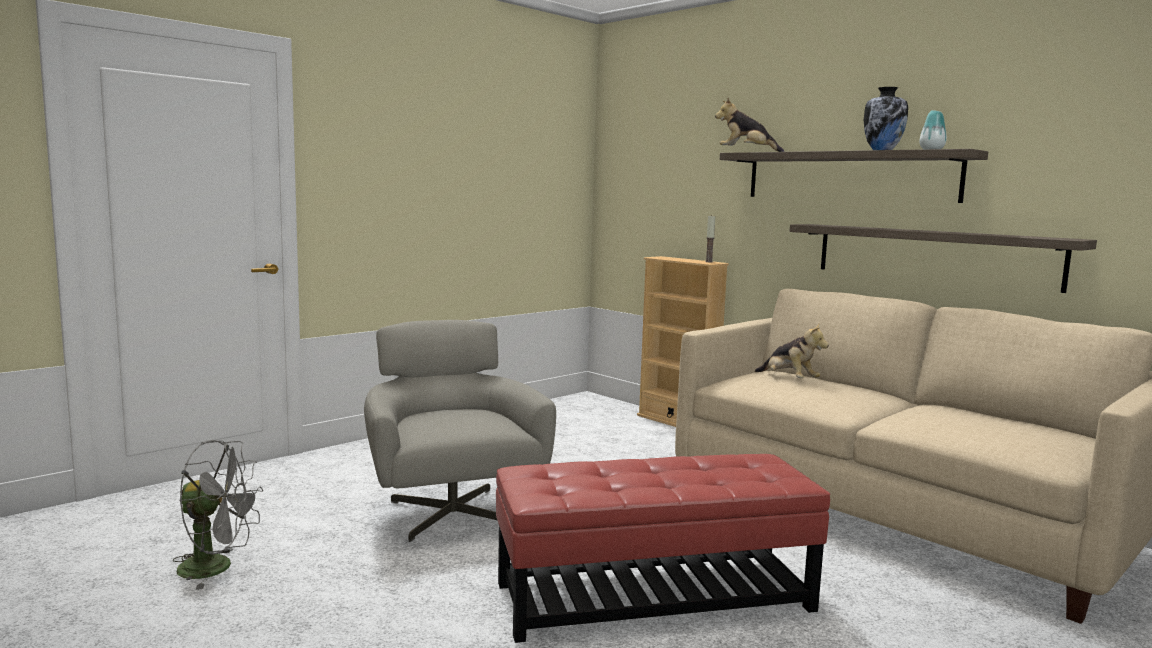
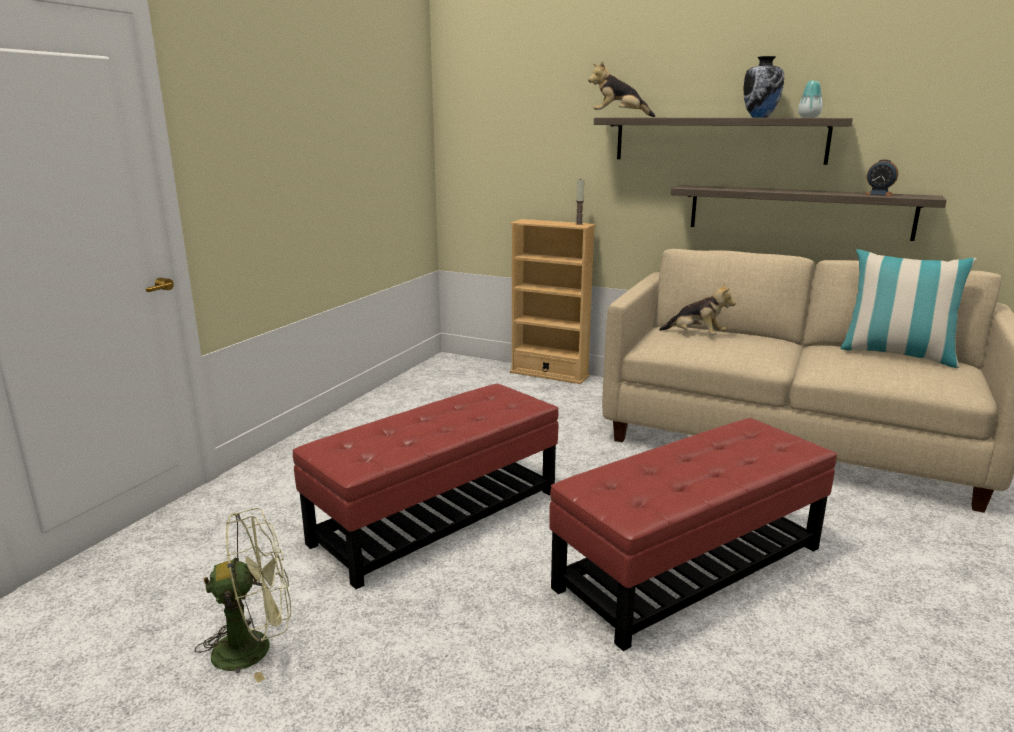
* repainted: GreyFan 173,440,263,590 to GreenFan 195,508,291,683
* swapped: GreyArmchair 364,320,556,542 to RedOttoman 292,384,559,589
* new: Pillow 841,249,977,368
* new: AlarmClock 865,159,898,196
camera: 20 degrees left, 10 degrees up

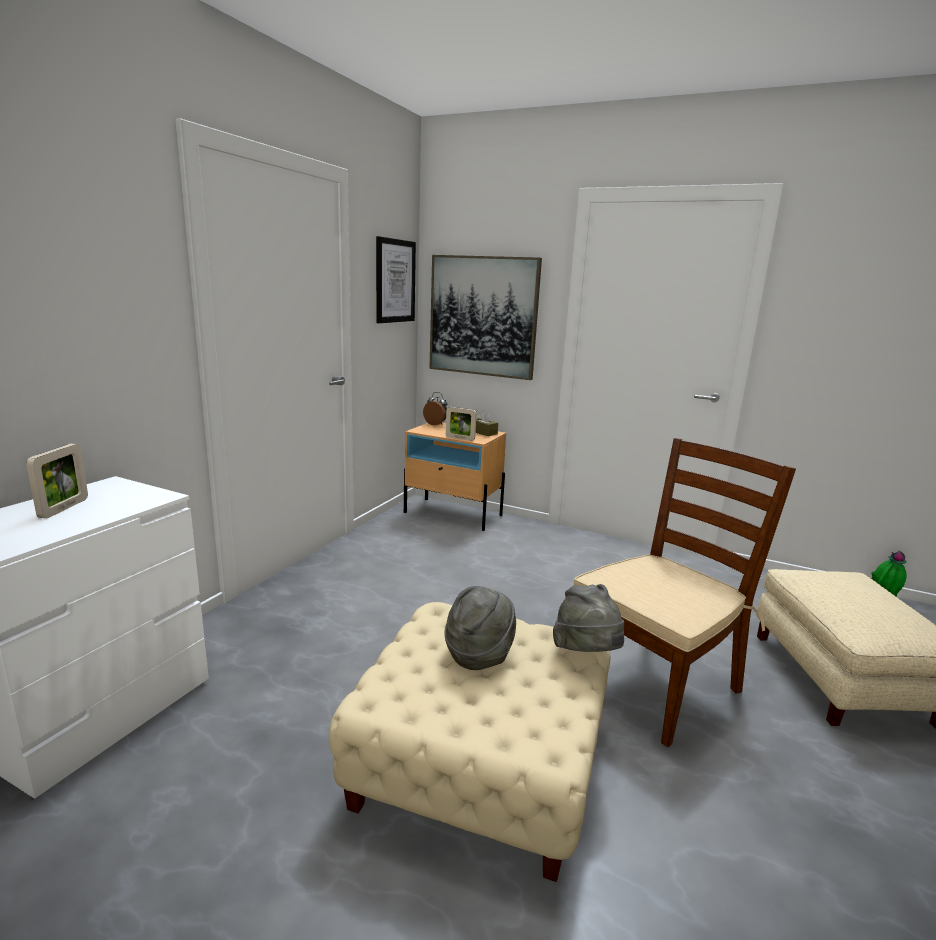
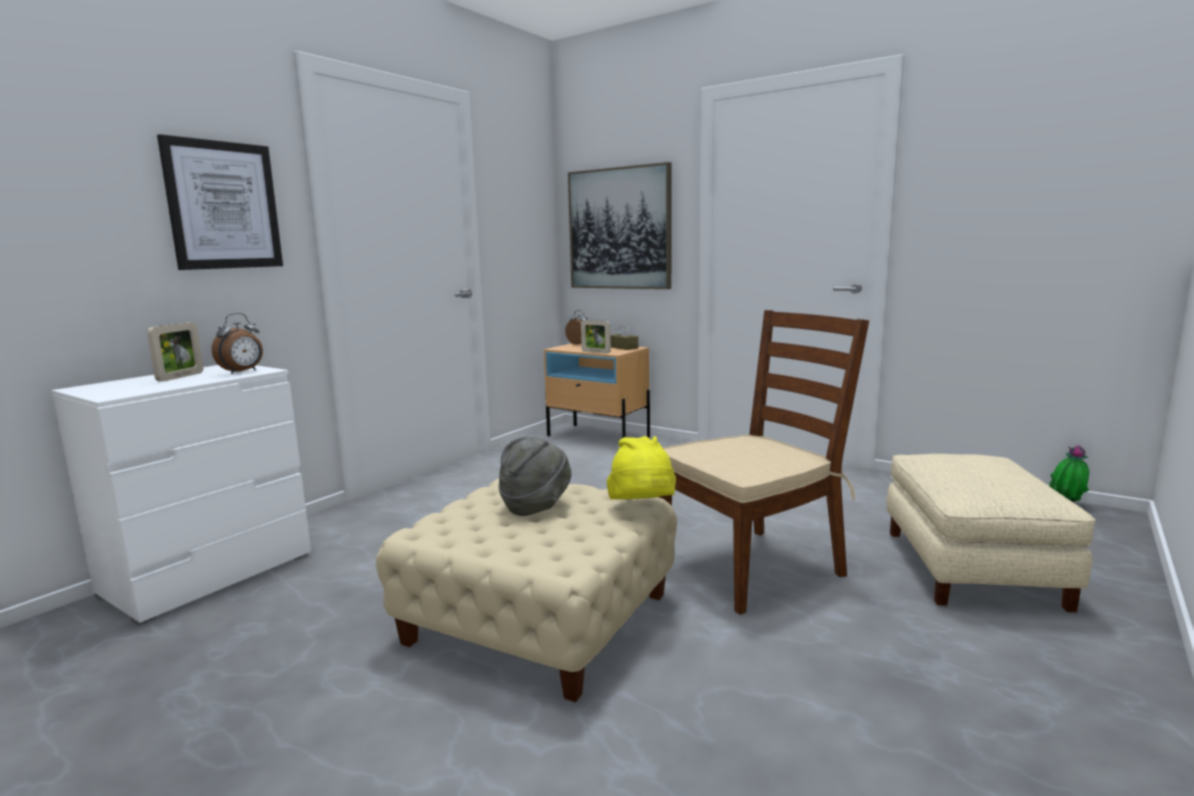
* shifted: Picture 376,236,416,323 to 157,134,283,270
* new: AlarmClock 212,313,263,374
* repainted: GreyHat 553,584,624,652 to YellowHat 607,436,676,499
camera: 10 degrees right, 5 degrees down

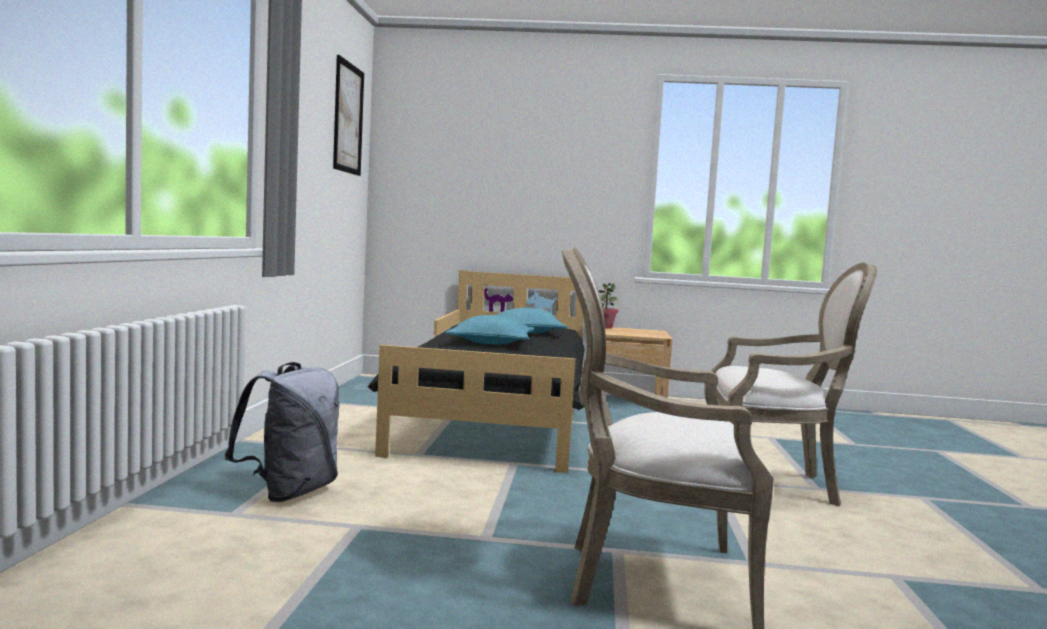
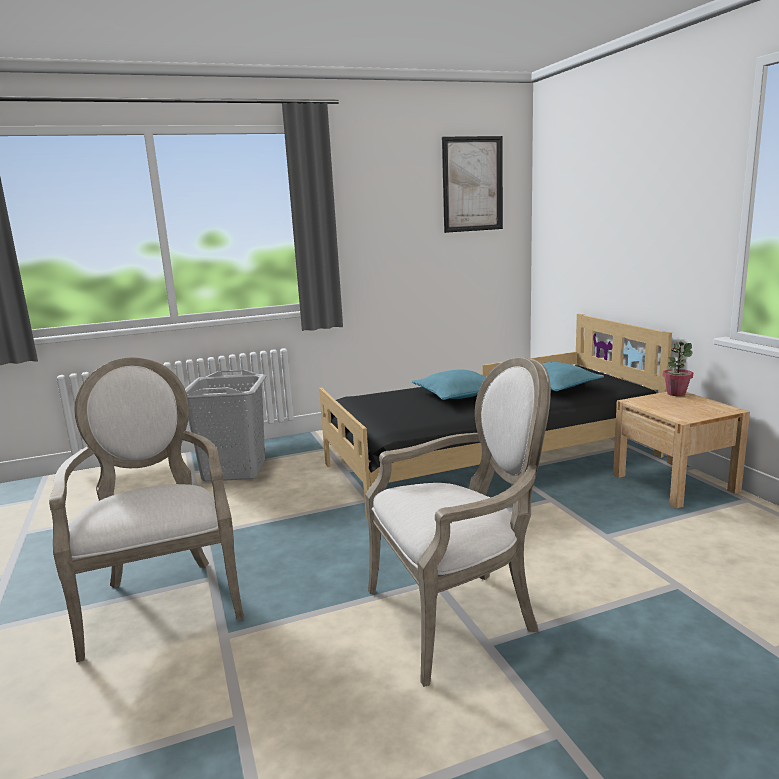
* swapped: GreyBackpack 225,362,340,502 to GreyLaundryBasket 185,370,267,481
* rotated: Armchair 711,262,877,506 = 365,357,551,687 90 degrees counterclockwise
camera: 65 degrees right, 10 degrees up

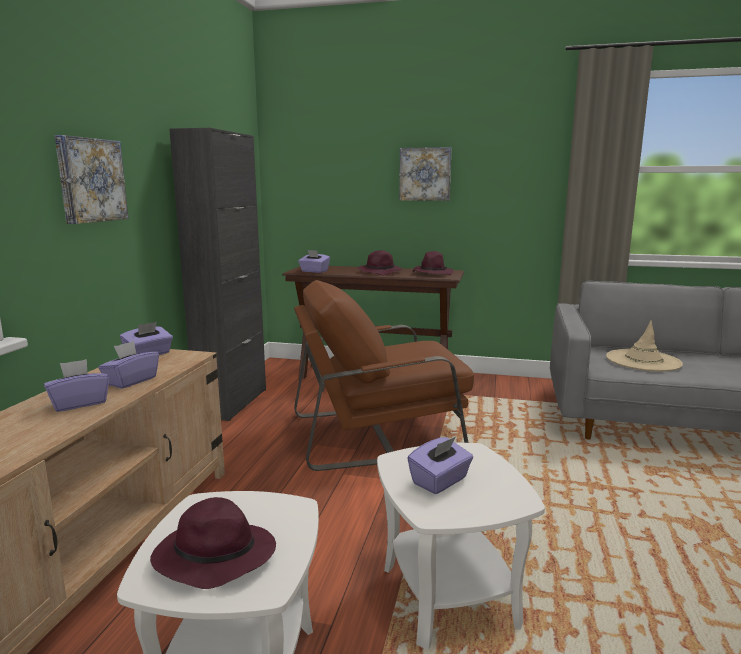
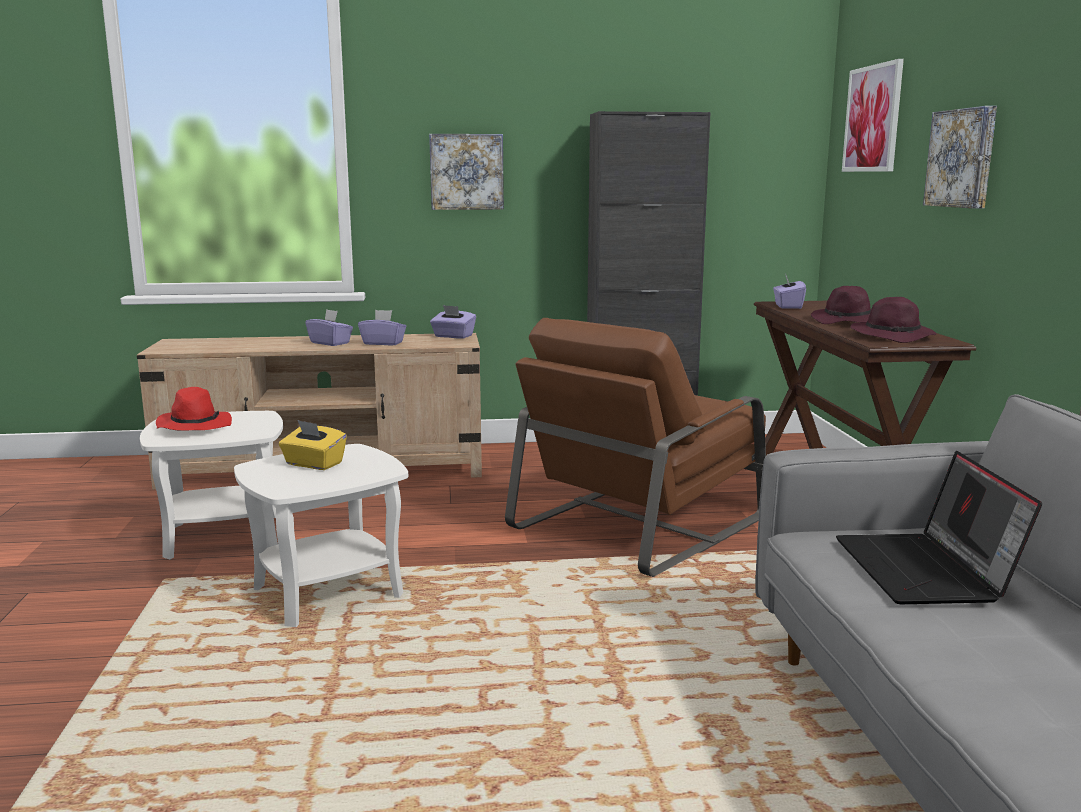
* repainted: PurpleHat 150,497,276,589 to RedHat 156,387,232,431
* repainted: PurpleTissueBox 407,437,473,494 to YellowTissueBox 279,420,347,470
* rotated: BrownArmchair 294,280,474,471 = 505,318,766,577 105 degrees counterclockwise
* swapped: BeigeHat 606,320,683,371 to Laptop 836,451,1042,604
* new: Picture 842,59,904,172
camera: 70 degrees right, 0 degrees up

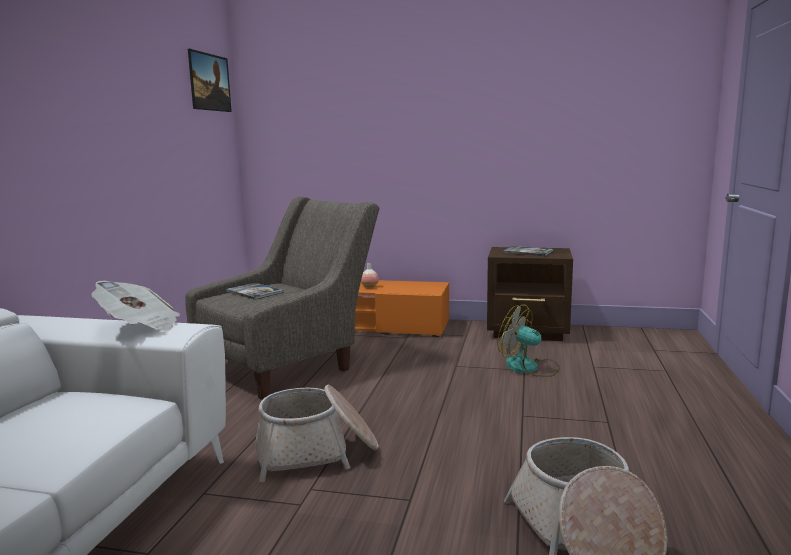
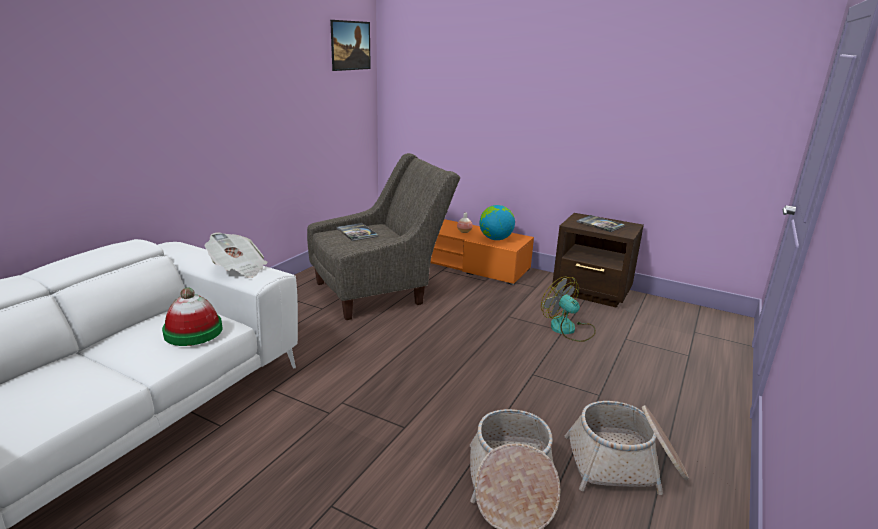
* new: Hat 162,287,223,346
* new: Globe 480,205,515,240
* shifted: Basket 256,385,379,482 to 565,401,689,495
camera: 15 degrees right, 10 degrees up

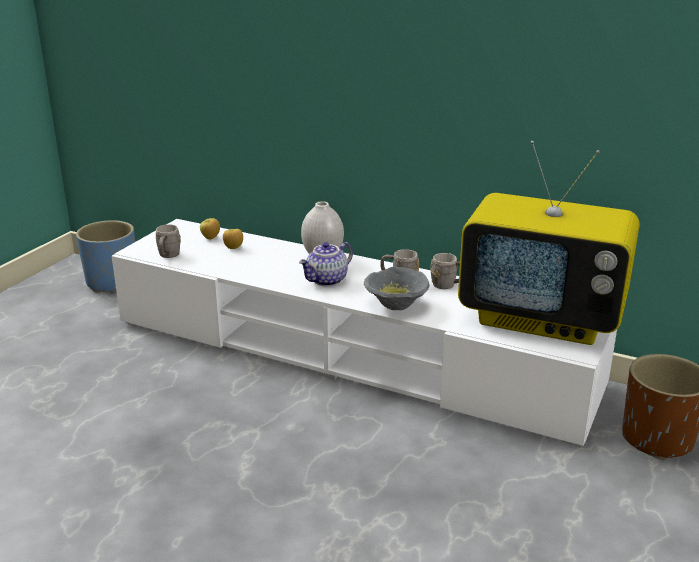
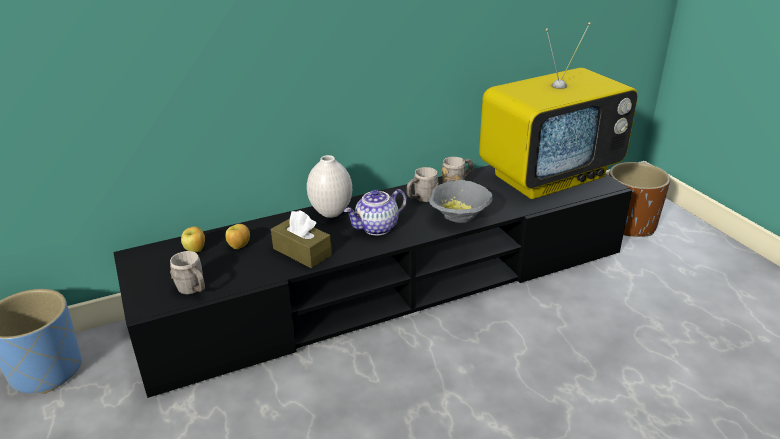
* repainted: WhiteTvStand 112,219,617,447 to BlackTvStand 113,165,632,398
* new: BrownTissueBox 271,210,332,268
* rotated: Teapot 299,242,353,286 = 344,189,407,235 60 degrees clockwise
camera: 50 degrees left, 5 degrees up

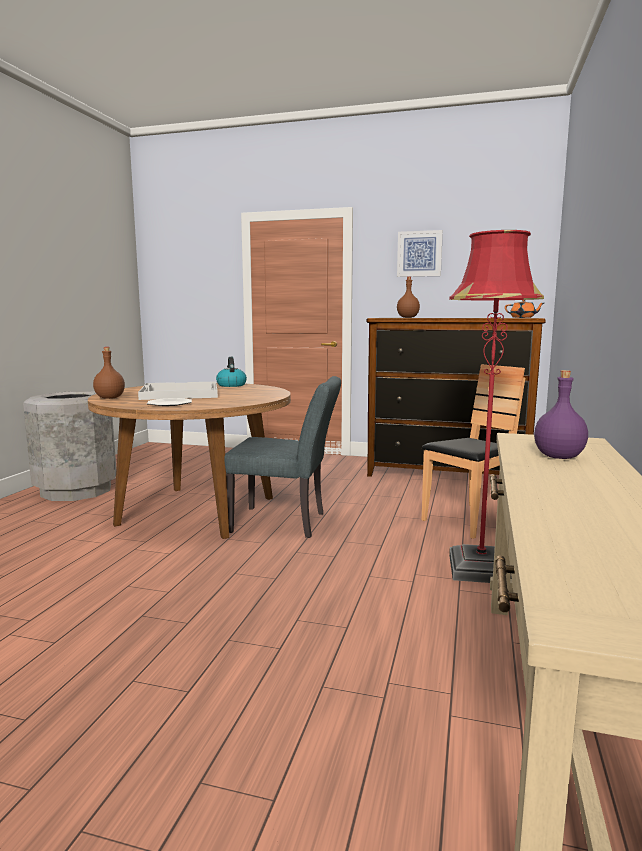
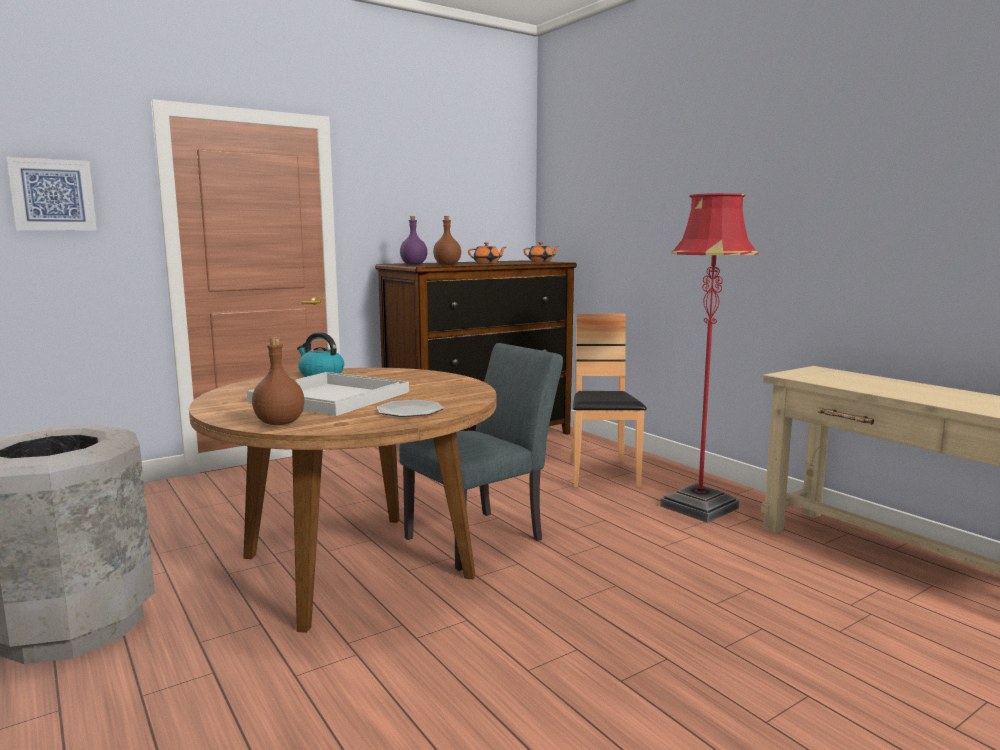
* shifted: Picture 397,230,443,277 to 7,157,97,231
* shifted: PurpleBottle 534,370,588,459 to 400,216,427,265
* new: OrangeTeapot 468,242,506,263
camera: 50 degrees left, 0 degrees up

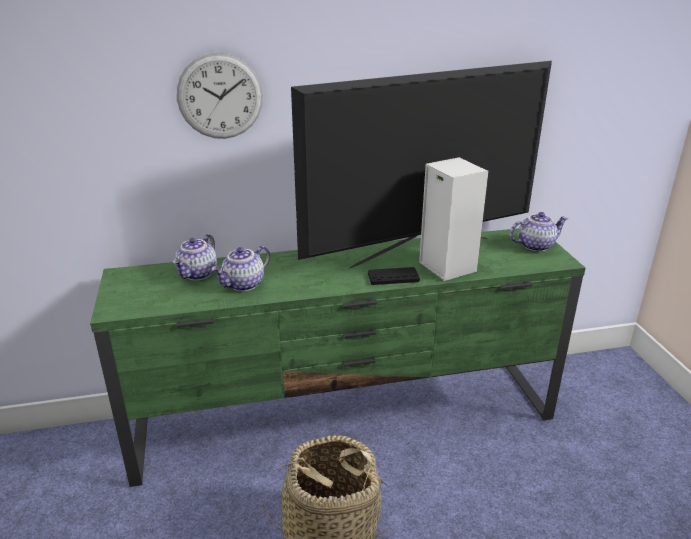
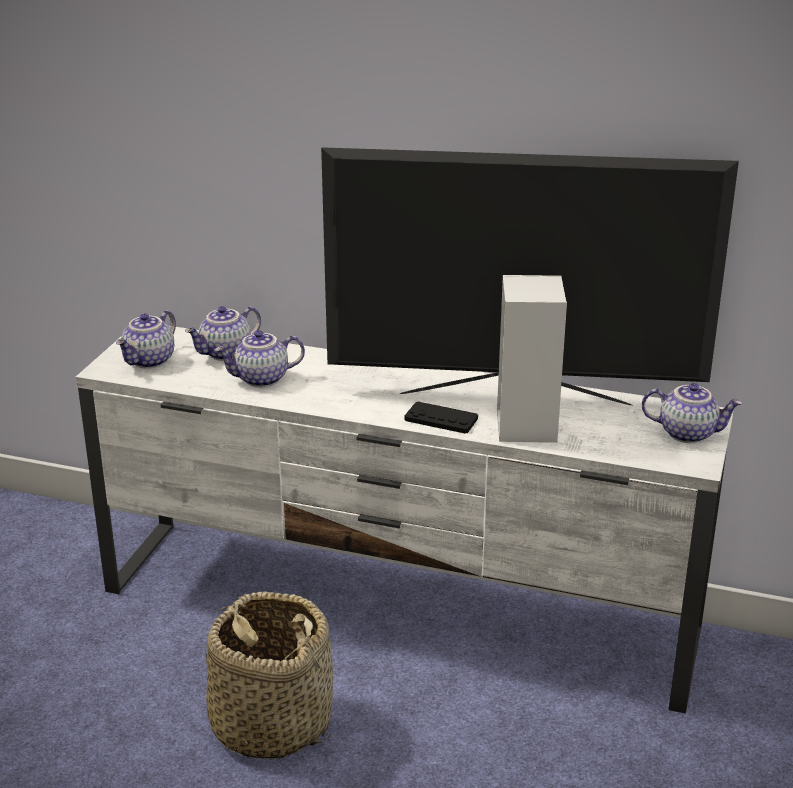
* repainted: GreenTvStand 90,228,585,487 to WhiteTvStand 76,326,734,714
* new: Teapot 116,310,176,369
* gone: WallClock 177,53,263,139
camera: 30 degrees right, 0 degrees up

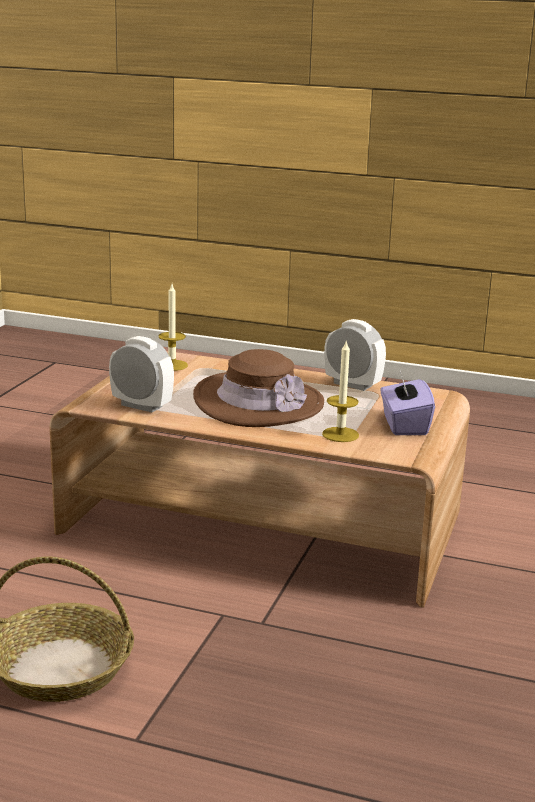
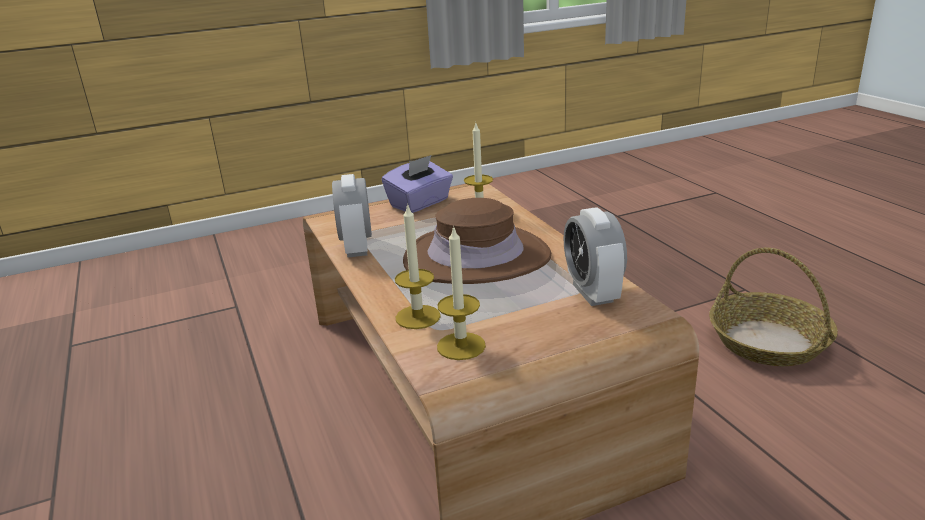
* new: Candle 395,203,441,329
camera: 130 degrees left, 5 degrees up

